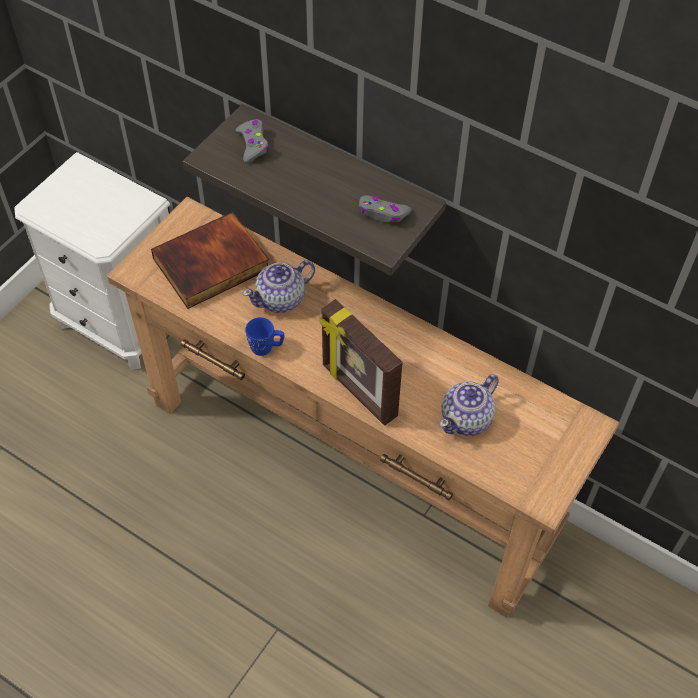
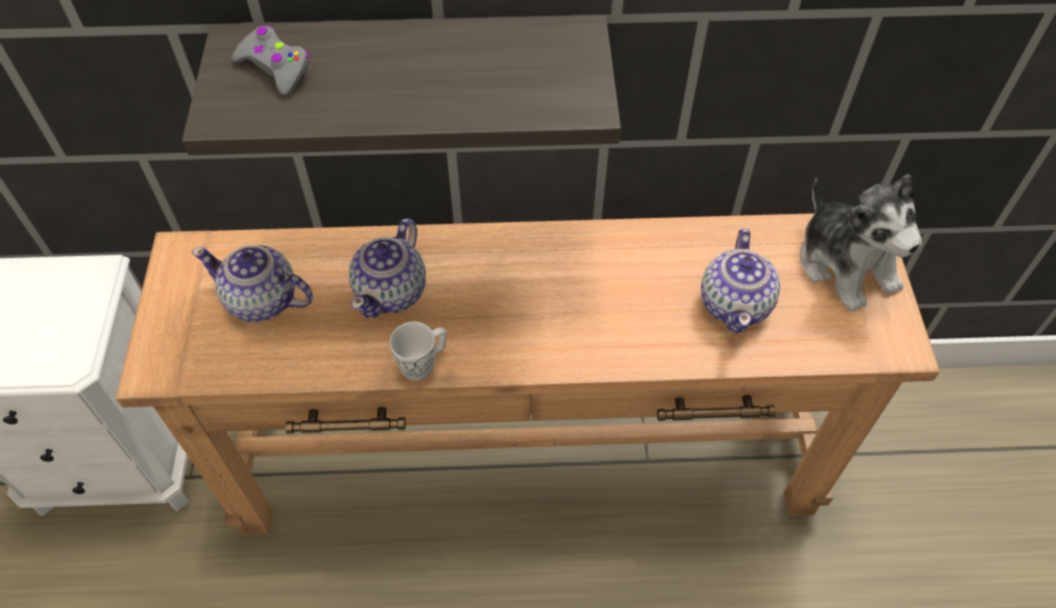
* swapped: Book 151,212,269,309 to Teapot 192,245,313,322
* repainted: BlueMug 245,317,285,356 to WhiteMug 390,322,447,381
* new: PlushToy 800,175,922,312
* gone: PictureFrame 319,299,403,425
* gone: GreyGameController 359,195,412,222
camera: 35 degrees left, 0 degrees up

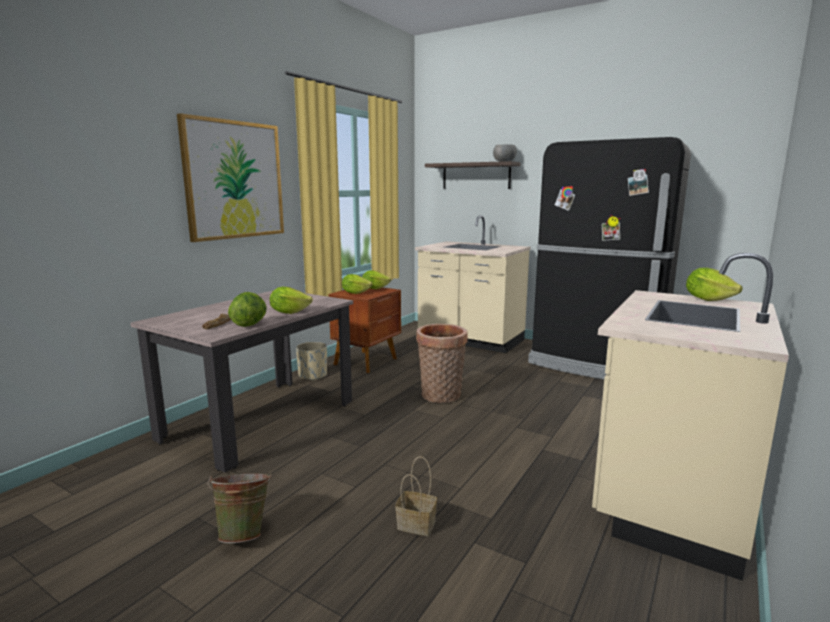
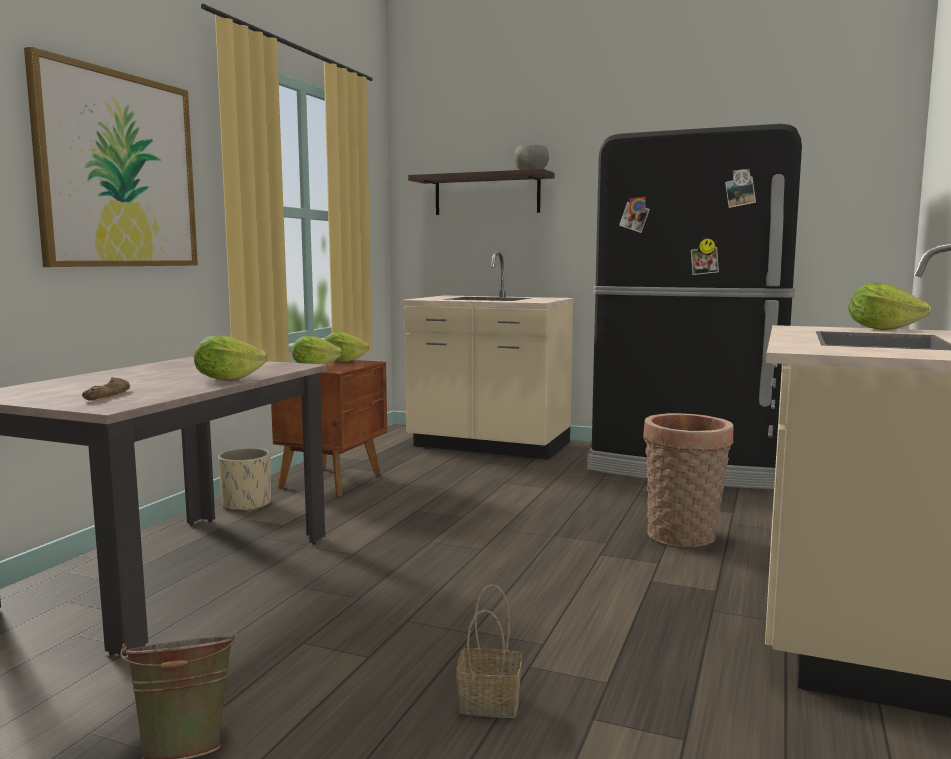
* shifted: Basket 416,324,468,403 to 643,413,733,547
* gone: Lettuce 228,292,267,327
camera: 10 degrees left, 5 degrees down

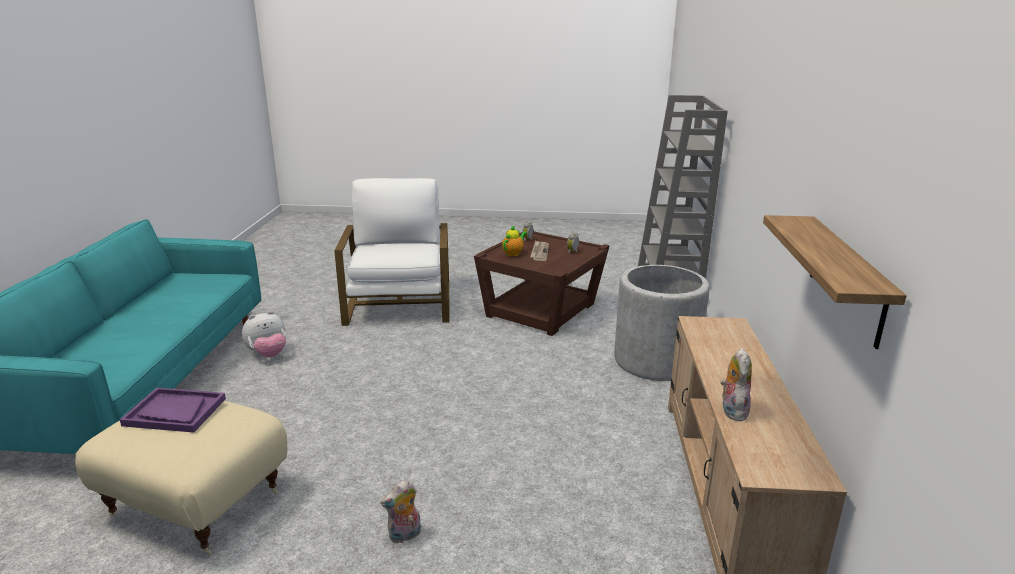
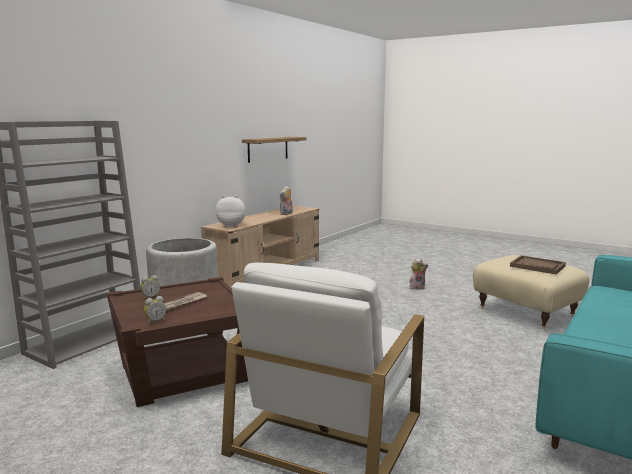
* shifted: PlushToy 242,311,286,357 to 215,195,246,227
* repainted: PurpleTray 120,388,226,433 to BrownTray 510,255,566,275
* gone: Teapot 502,225,527,256
camera: 150 degrees left, 10 degrees down

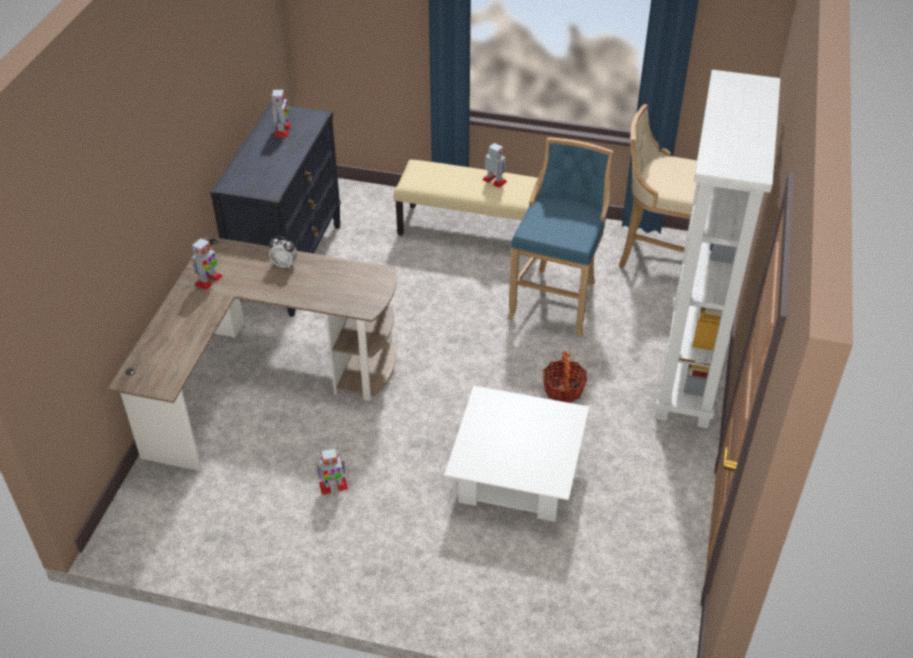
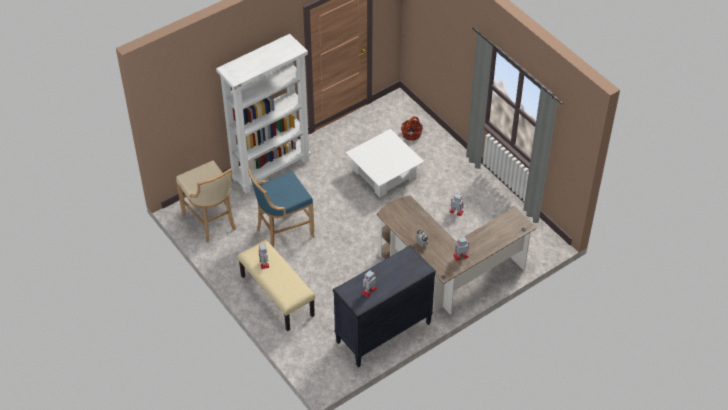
* shifted: Basket 543,351,587,403 to 401,116,423,141
camera: 140 degrees left, 5 degrees up

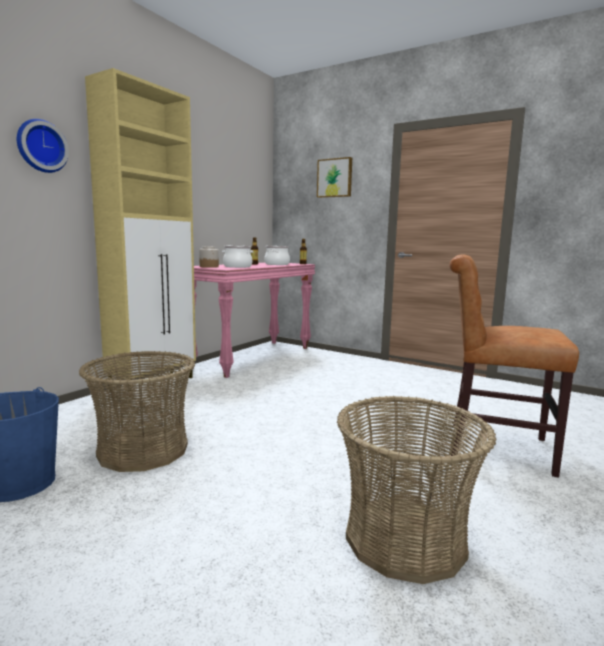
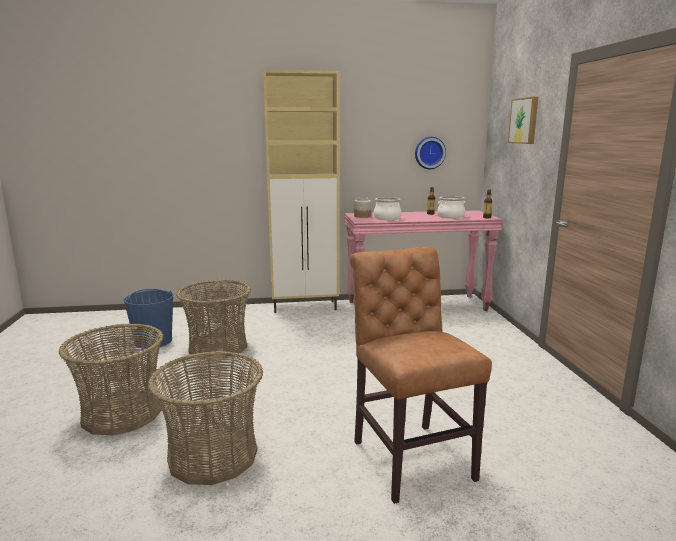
* new: Basket 59,323,163,435
* shifted: WallClock 17,119,69,173 to 415,137,446,169
camera: 50 degrees right, 5 degrees up

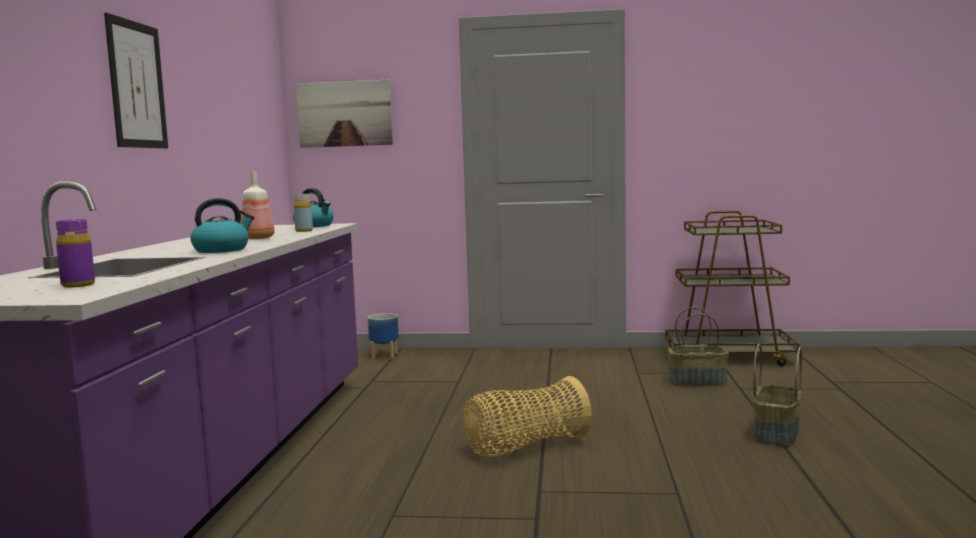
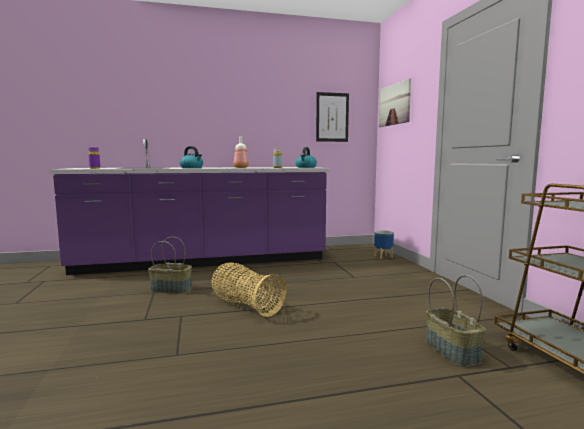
* shifted: Basket 753,344,802,447 to 148,237,192,294
* shifted: Picture 104,13,168,148 to 316,92,349,142
camera: 70 degrees right, 0 degrees up

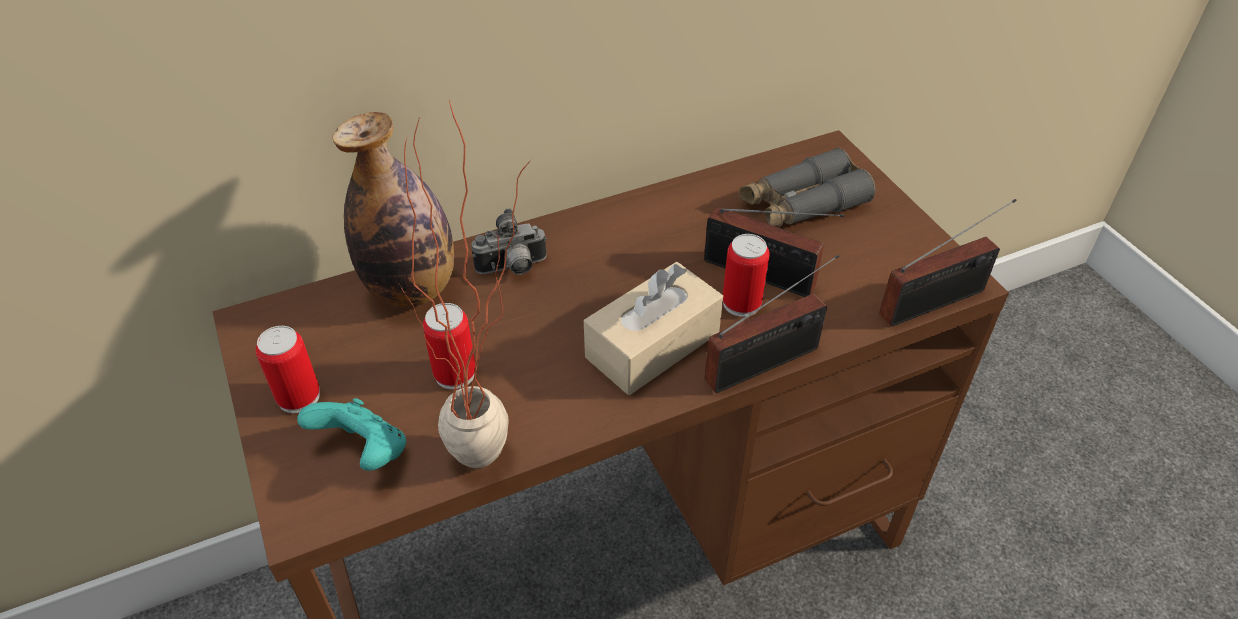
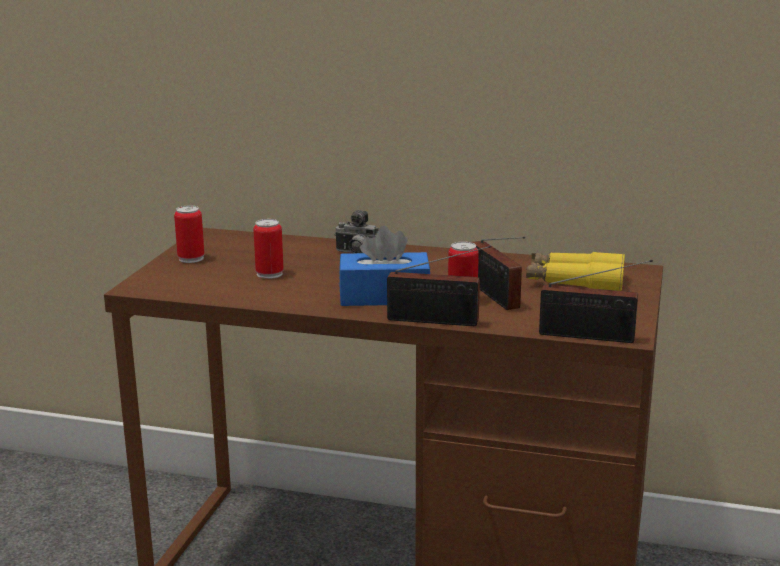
* repainted: BeigeTissueBox 584,262,723,395 to BlueTissueBox 339,226,430,306
* repainted: GreyBinoculars 739,148,876,227 to YellowBinoculars 526,252,625,291
* gone: TurquoiseGameController 297,398,406,471
* gone: Bottle 332,112,454,307
* gone: PottedPlant 401,100,531,468
camera: 40 degrees right, 25 degrees down

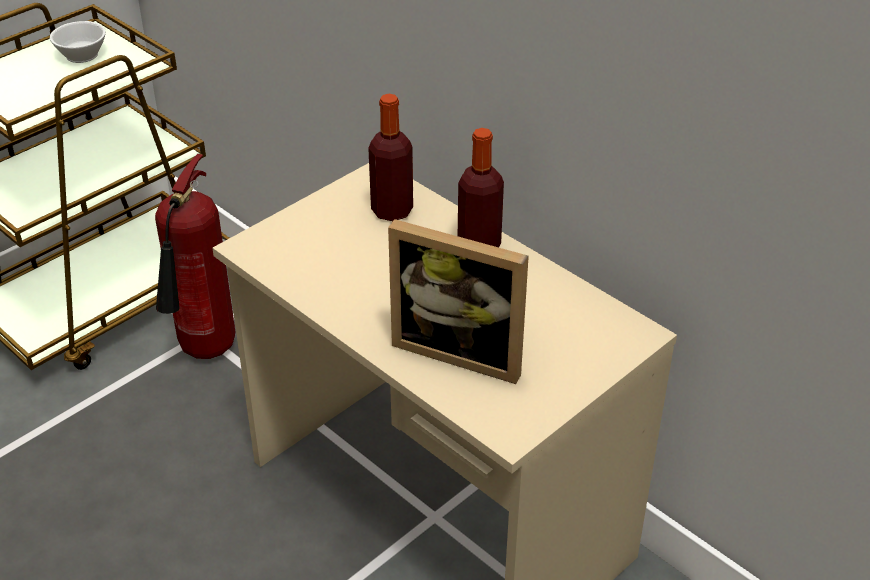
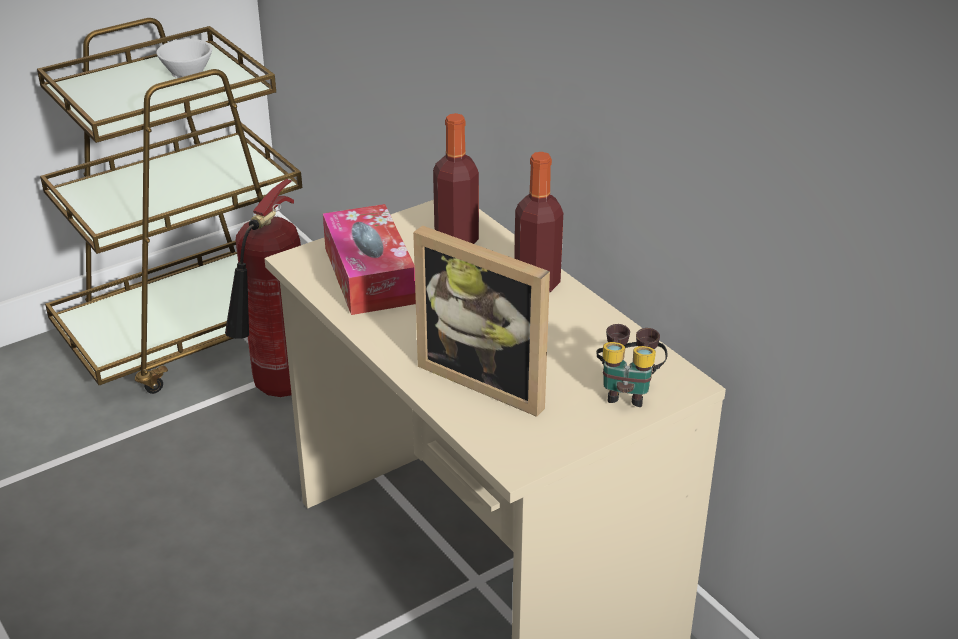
* new: TissueBox 323,204,416,315
* new: Binoculars 597,324,667,407
camera: 10 degrees right, 5 degrees down

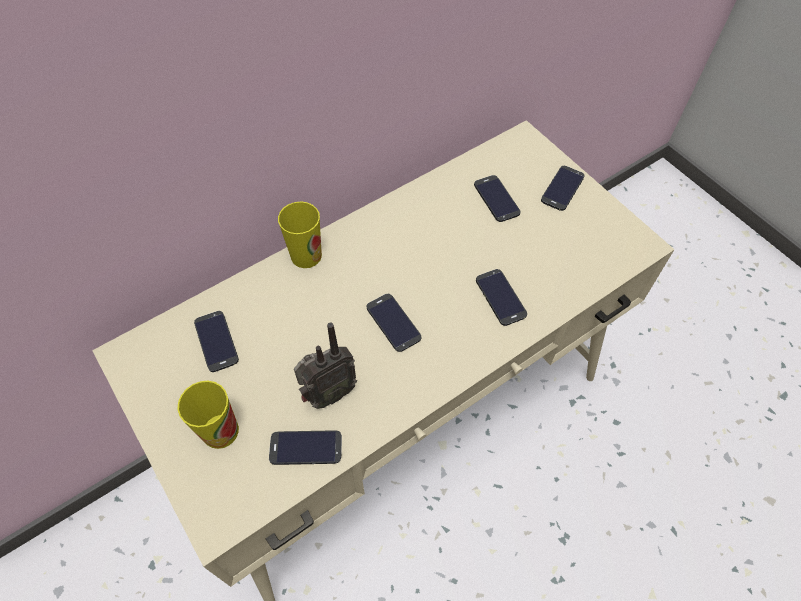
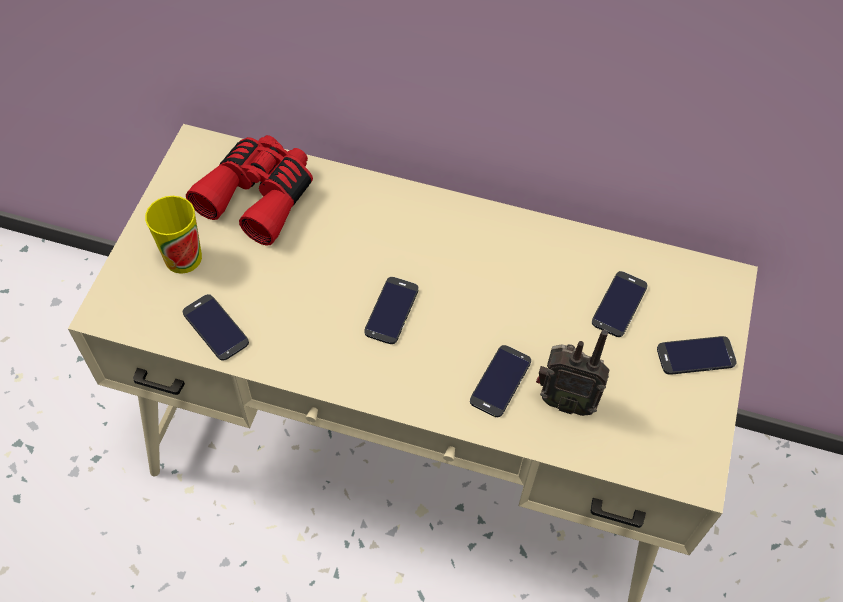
* swapped: Phone 194,311,239,372 to RedBinoculars 186,135,313,246
* shifted: Radio 294,322,357,409 to 536,329,610,416
* gone: Cup 278,202,322,268
camera: 50 degrees right, 0 degrees up

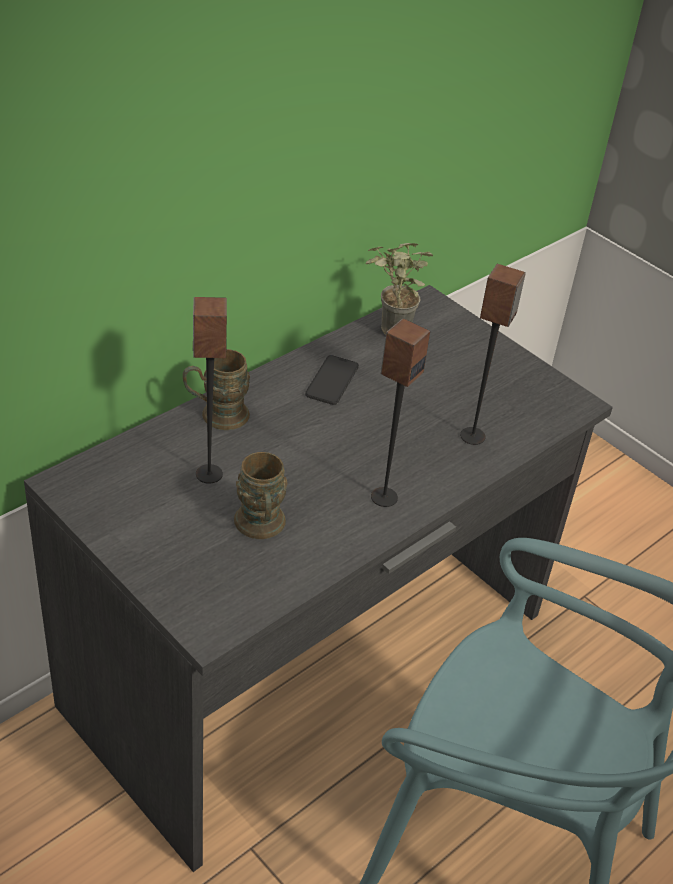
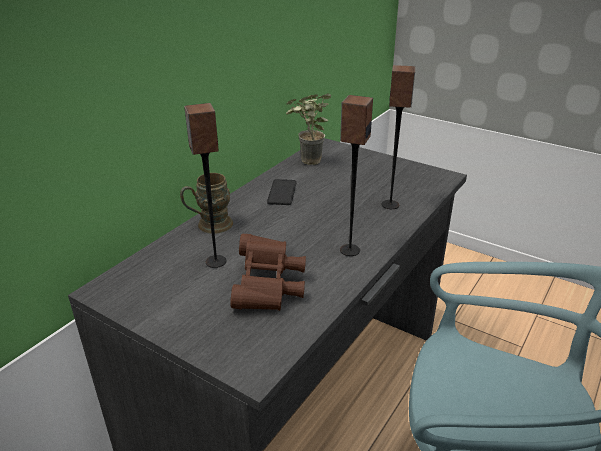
* swapped: BrownMug 234,452,287,539 to BrownBinoculars 230,234,306,311
camera: 10 degrees left, 10 degrees down

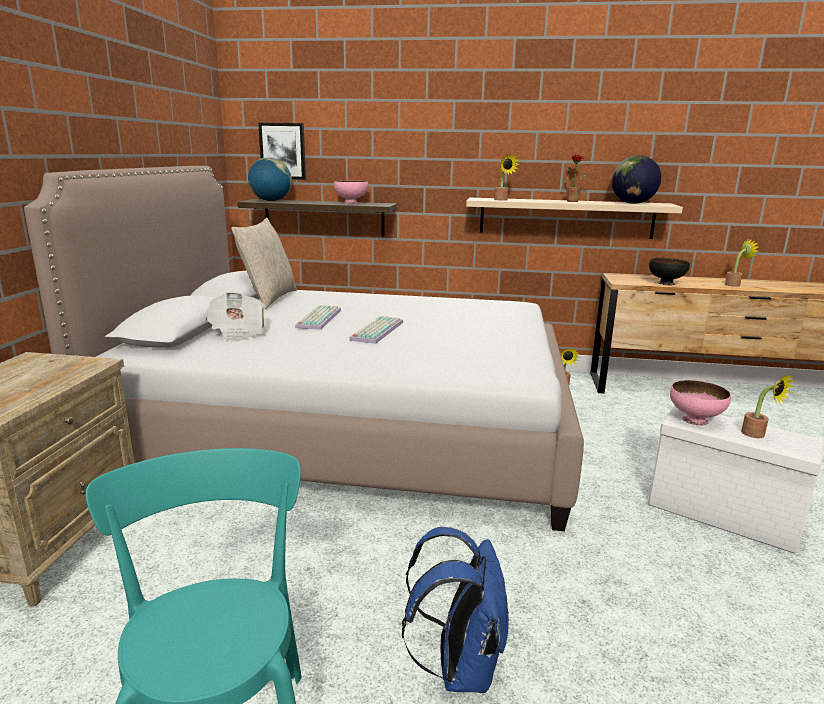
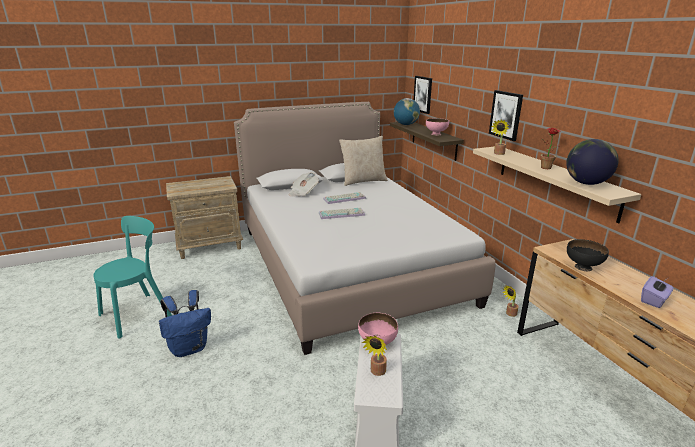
* new: Picture 489,90,523,141
* swapped: PottedPlant 725,239,758,287 to PurpleTissueBox 641,276,674,308
camera: 60 degrees right, 5 degrees up

